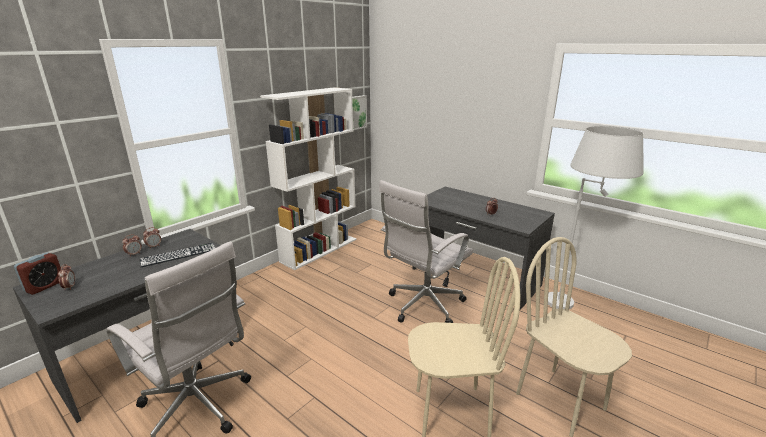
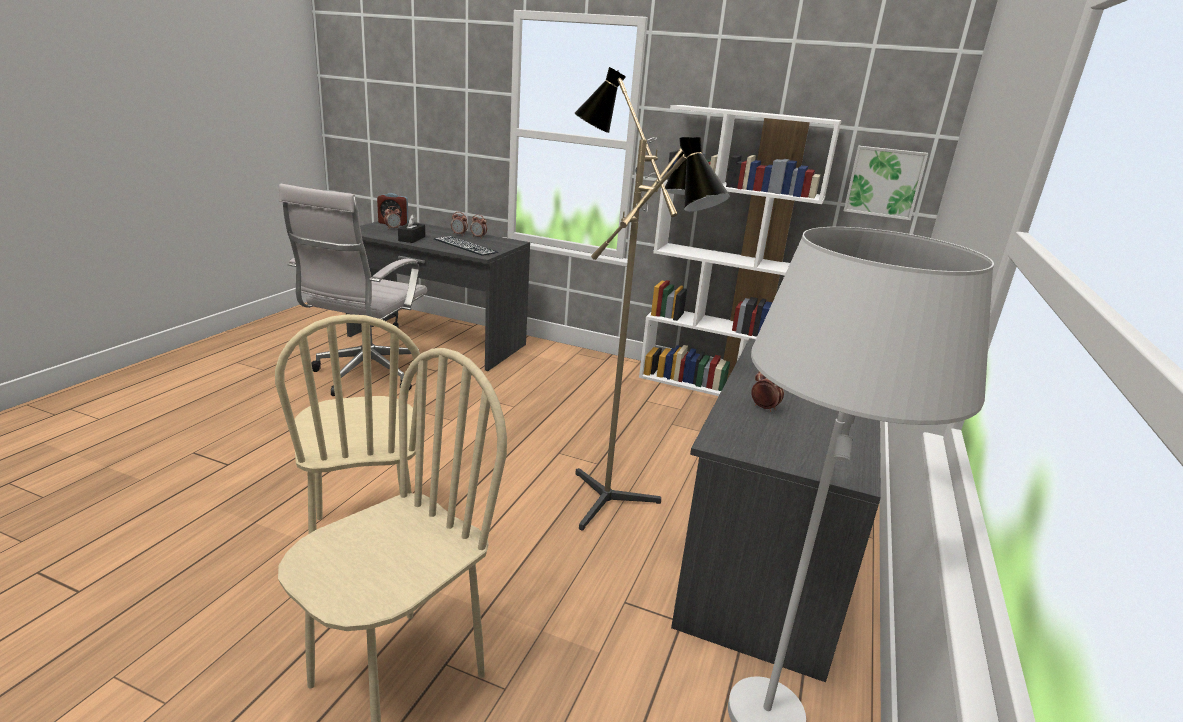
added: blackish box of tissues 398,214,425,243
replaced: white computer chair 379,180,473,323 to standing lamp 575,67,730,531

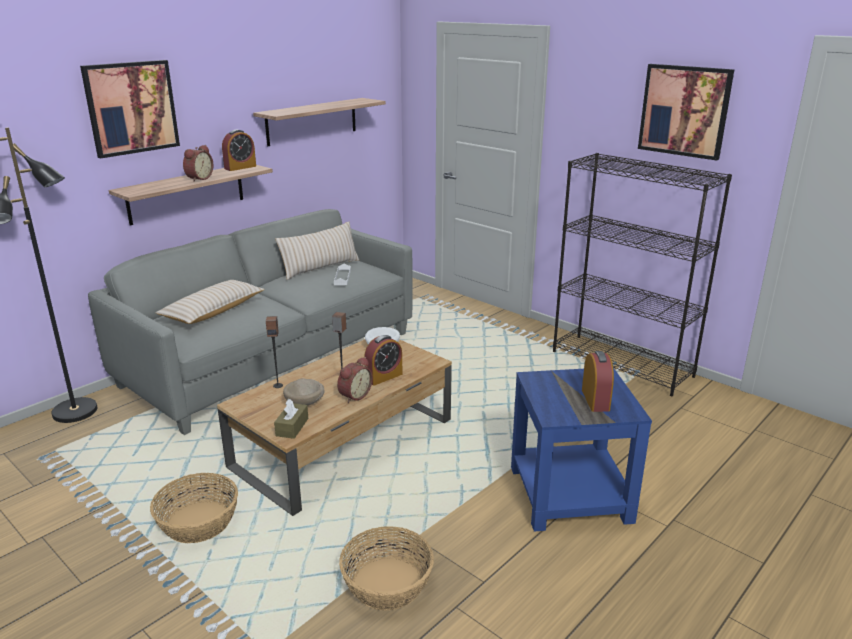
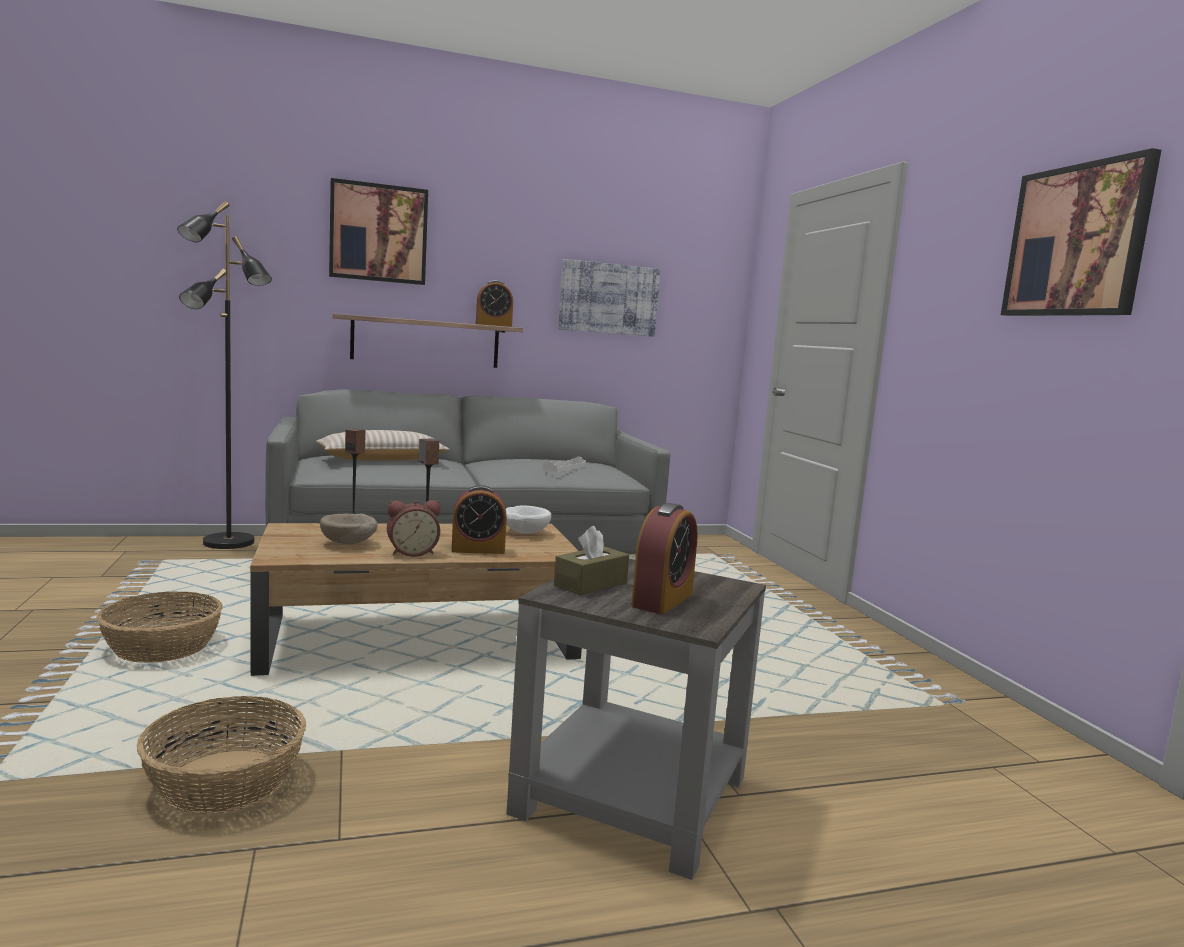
removed: alarm clock 183,145,213,182; sand-coloured cushion 275,222,359,280; blackish shelving unit 553,153,732,396
moved: brownish box of tissues 274,399,308,439 to 554,526,629,595
replaced: wall shelf 253,98,386,146 to wall art 558,259,660,337
recoloured: bluish end table 511,368,652,532 to gray end table 507,559,766,880

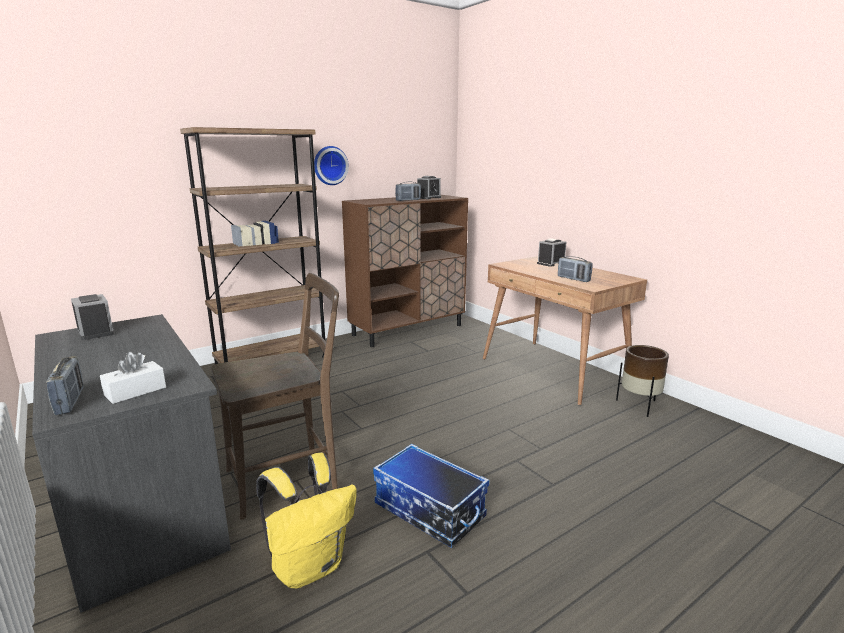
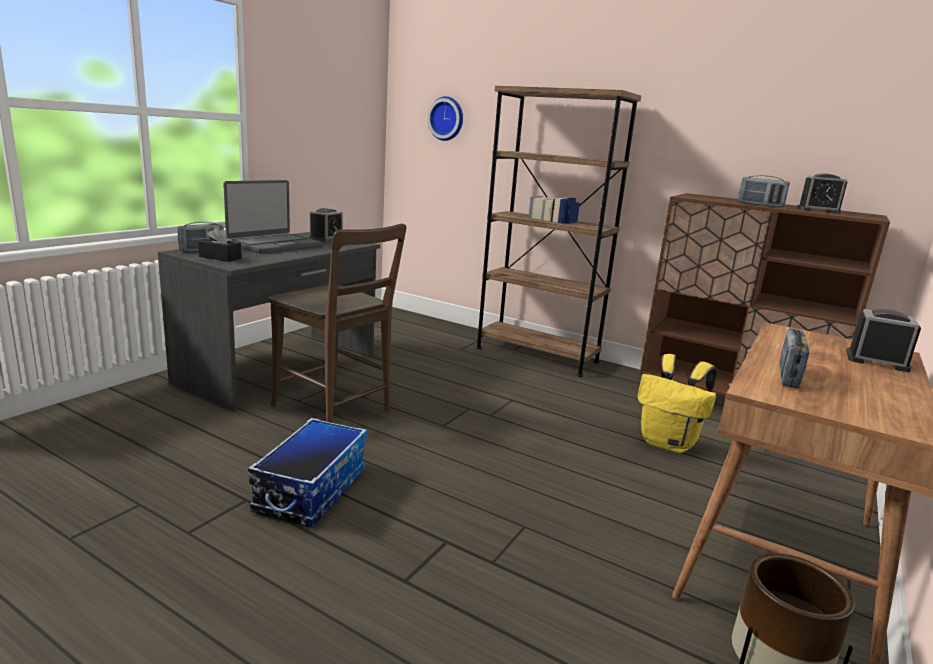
added: notebook computer 223,180,322,253
moved: yellow knapsack 256,453,356,588 to 637,354,717,453; hanging clock 314,146,349,185 to 427,96,463,141
recoloured: white box of tissues 100,352,166,404 to blackish box of tissues 198,227,242,262

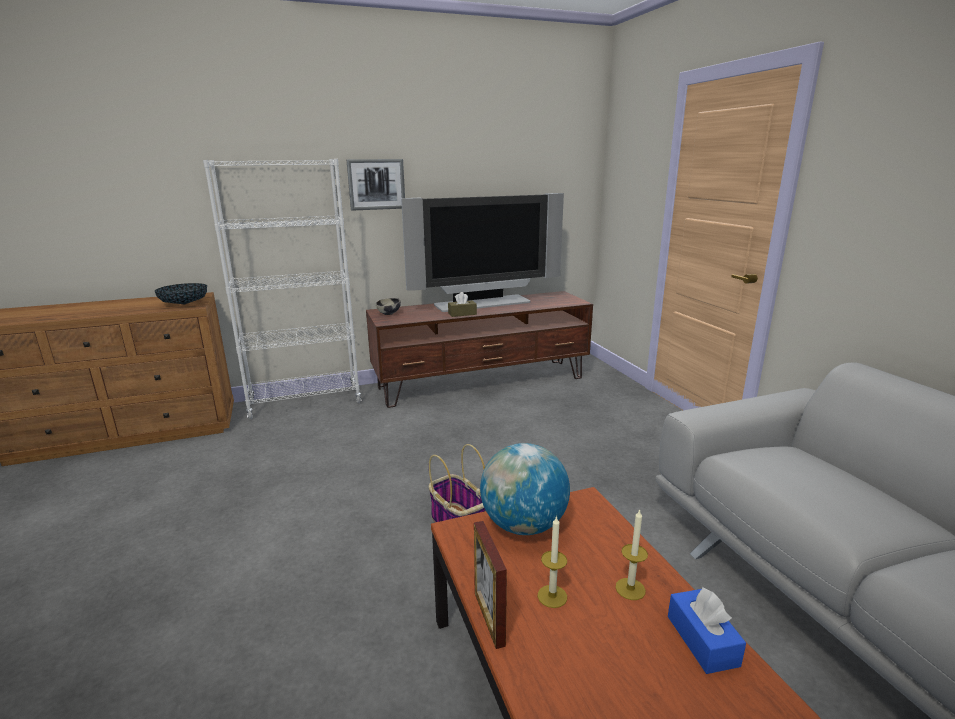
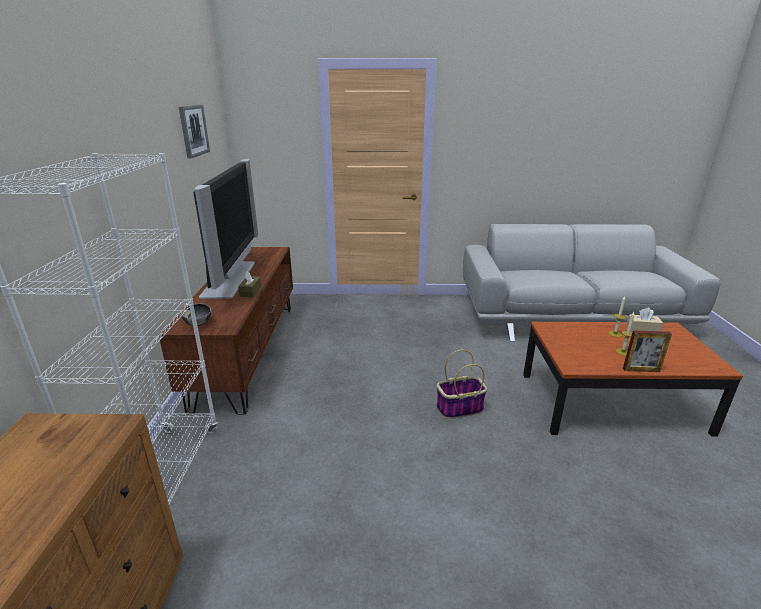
removed: bowl 155,283,207,304; desk globe 480,443,570,535
moved: wall art 346,159,405,211 to 179,105,210,159
recoloured: bluish box of tissues 668,587,746,674 to sand-coloured box of tissues 626,308,663,332

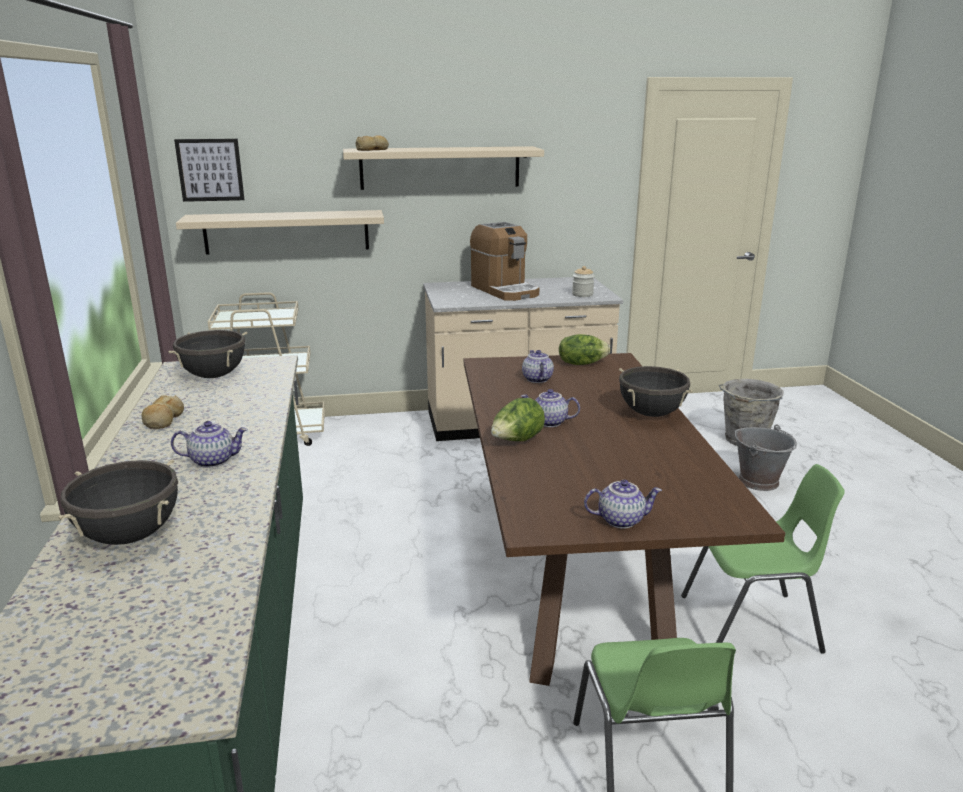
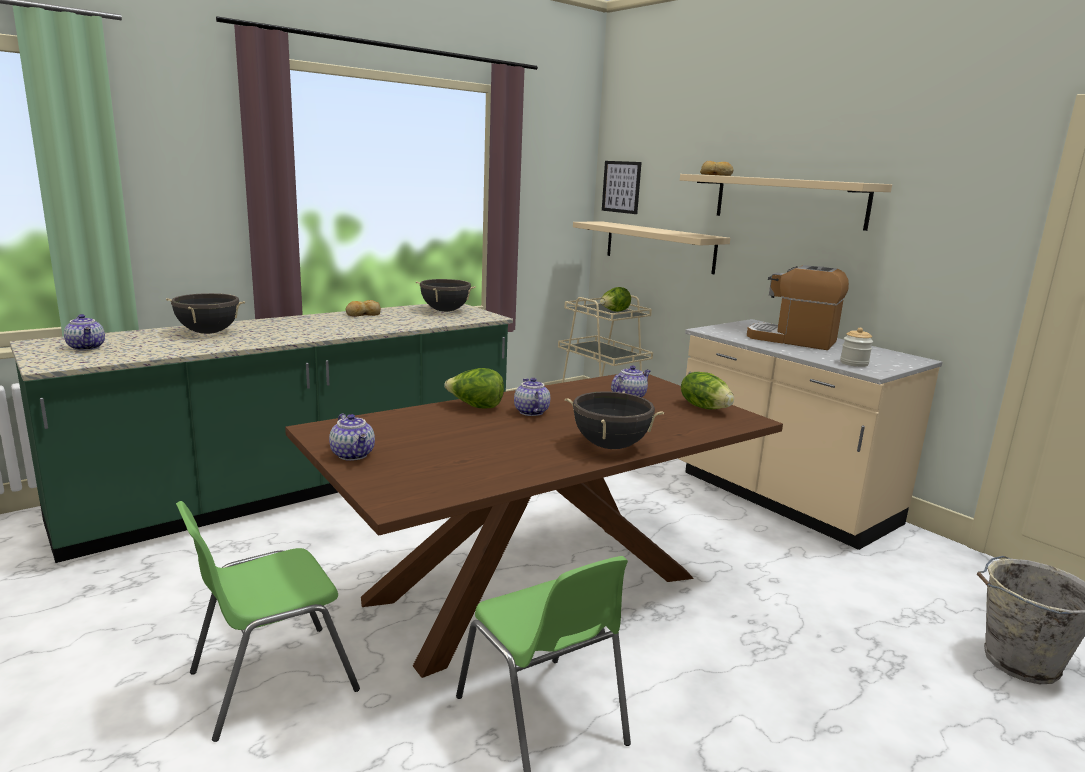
removed: gray bucket 735,425,797,491
added: head of lettuce 600,287,631,312
moved: pot for tea 171,421,248,468 to 64,314,105,351
turned: coffee brewer 470,222,539,301 = 747,265,849,350 90 degrees clockwise

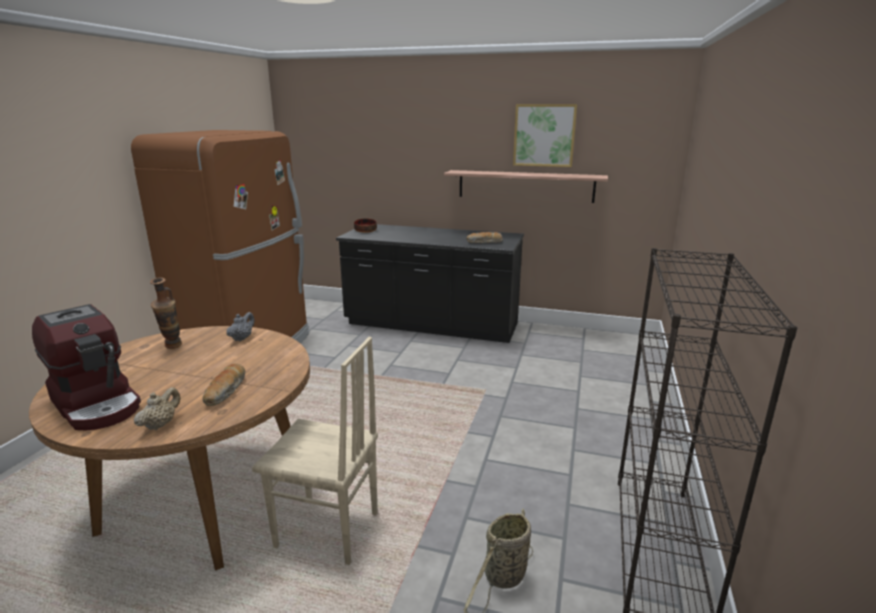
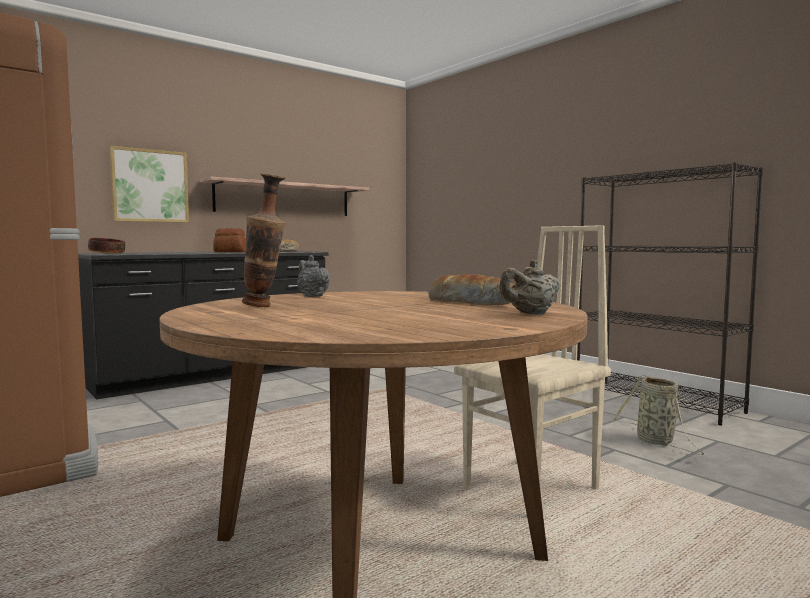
removed: coffee brewer 32,304,141,430
added: baked bread 213,228,246,252
moved: wall art 513,104,577,167 to 110,146,189,223
turned: sand-coloured pot for tea 134,387,180,430 = 499,260,560,315 90 degrees counterclockwise

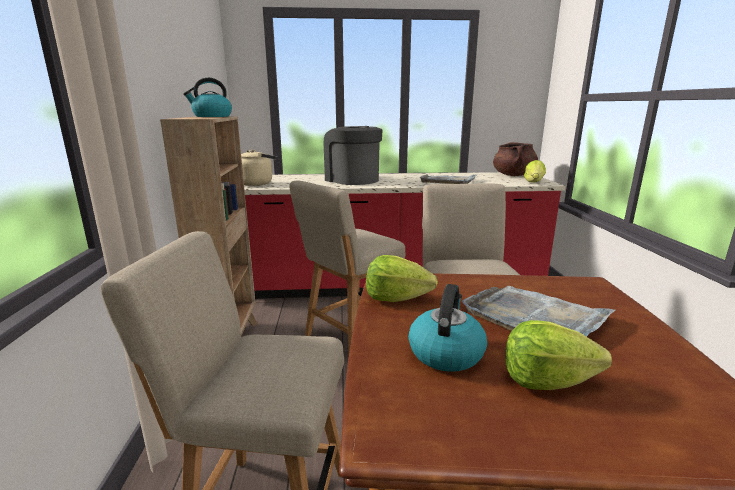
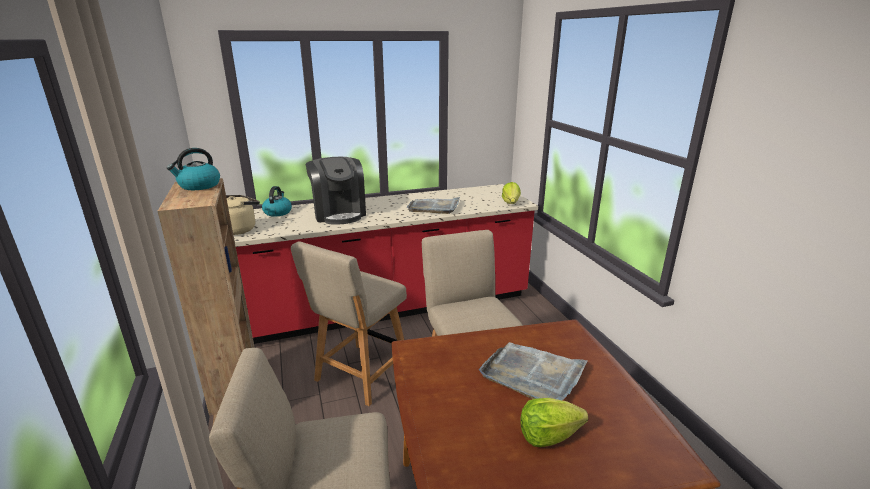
removed: head of lettuce 366,255,438,302; brownish stockpot 493,142,538,176
moved: water kettle 408,284,487,372 to 262,186,292,217
turned: coffee brewer 324,126,383,185 = 305,157,366,225 150 degrees counterclockwise

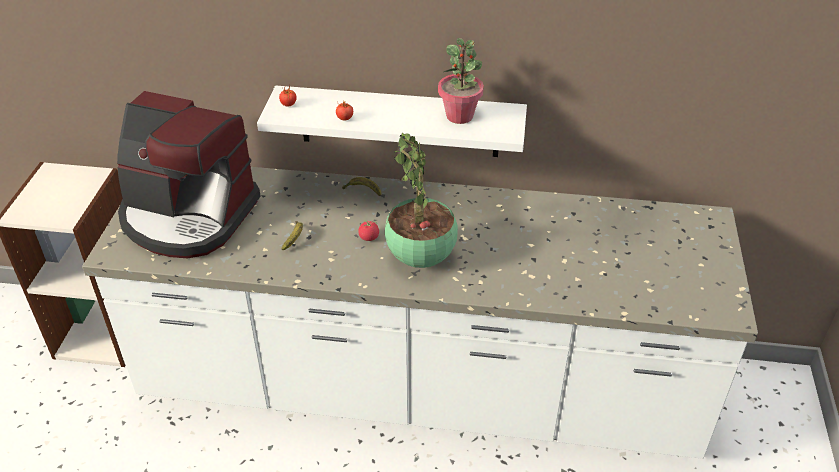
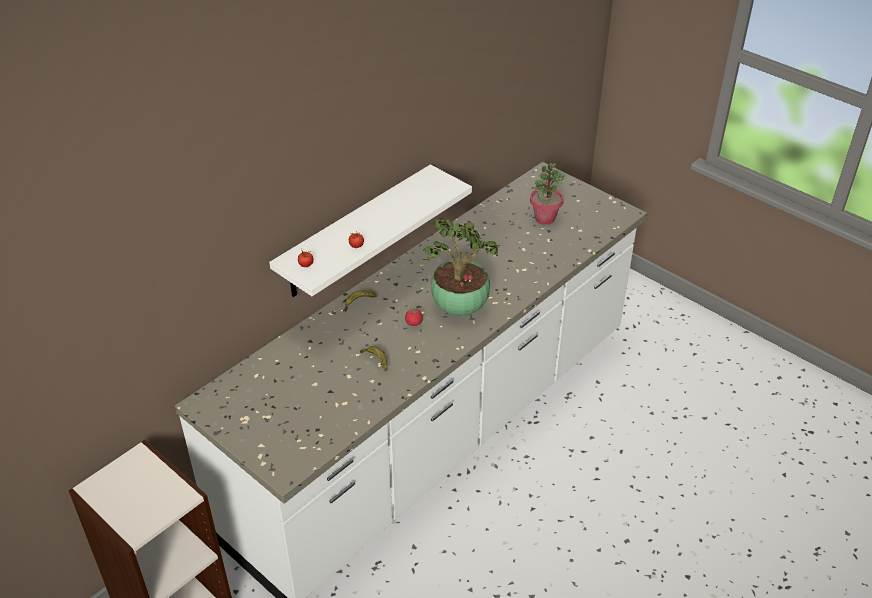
removed: coffee brewer 117,91,261,258
moved: houseplant 438,38,484,124 to 530,163,566,225

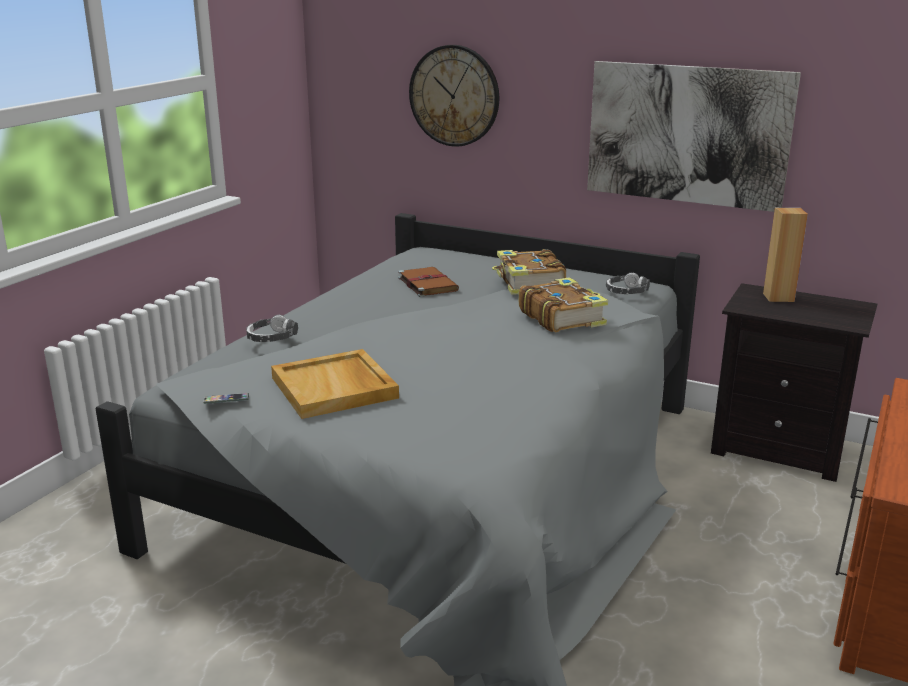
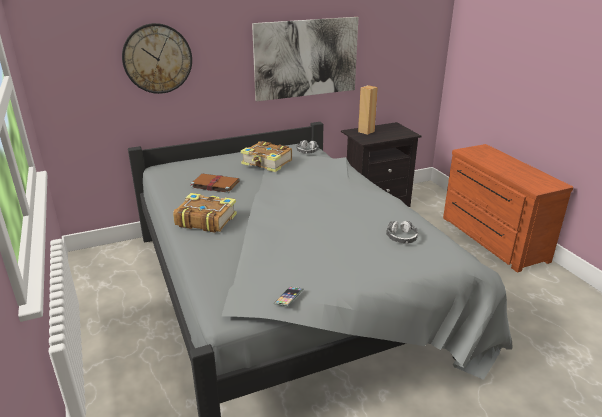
removed: sand-coloured tray 271,349,399,419
moved: headset 246,315,298,342 to 386,221,418,244; volume 519,277,608,332 to 173,193,237,233

